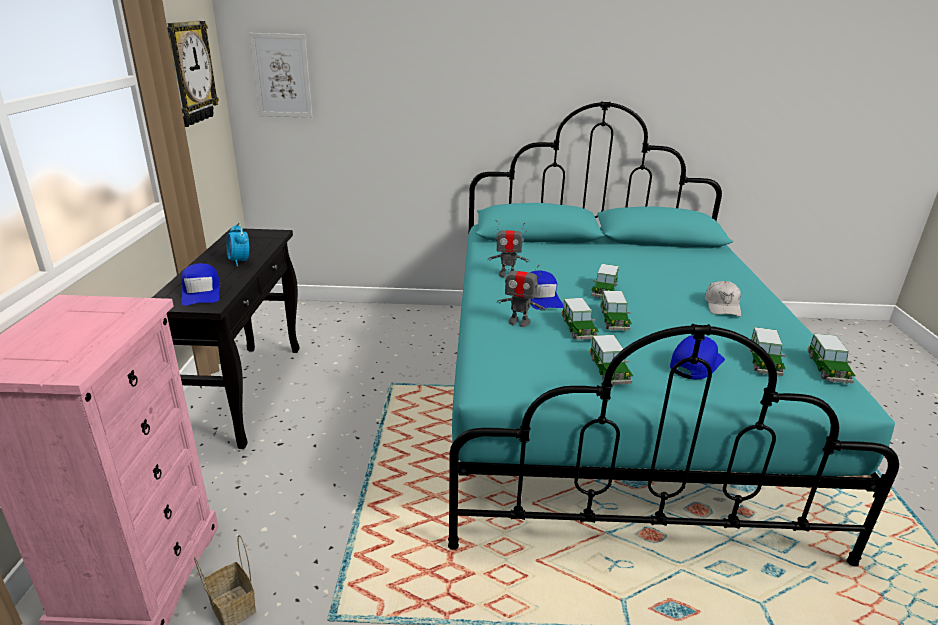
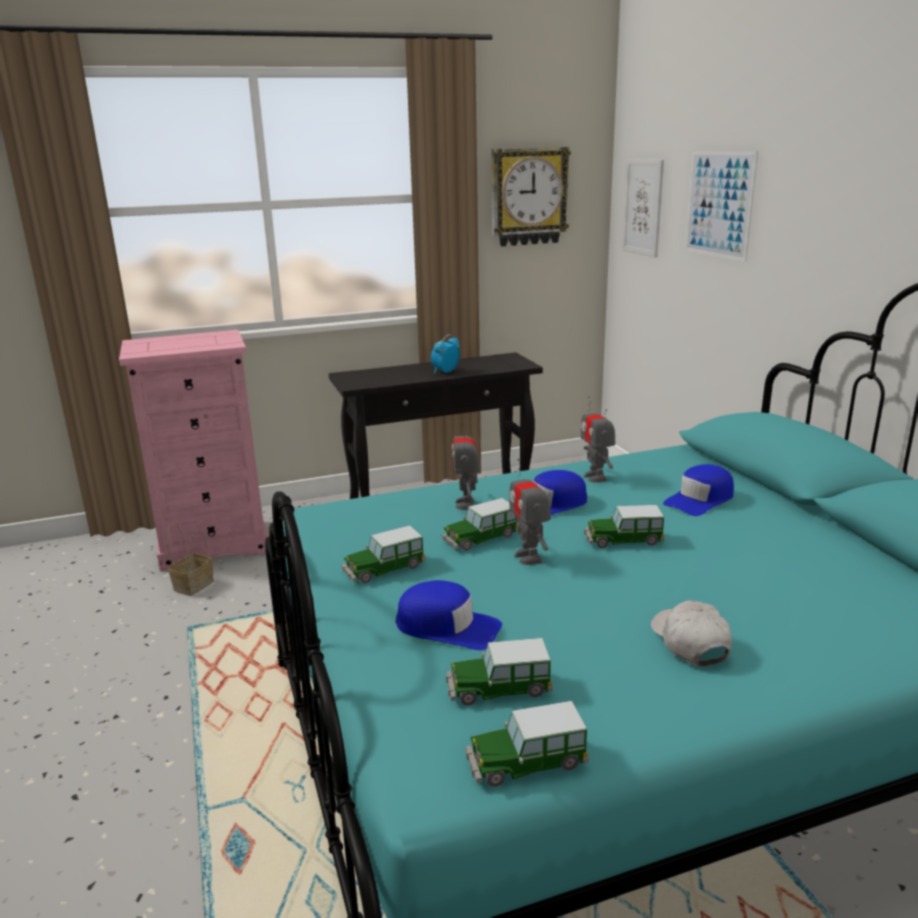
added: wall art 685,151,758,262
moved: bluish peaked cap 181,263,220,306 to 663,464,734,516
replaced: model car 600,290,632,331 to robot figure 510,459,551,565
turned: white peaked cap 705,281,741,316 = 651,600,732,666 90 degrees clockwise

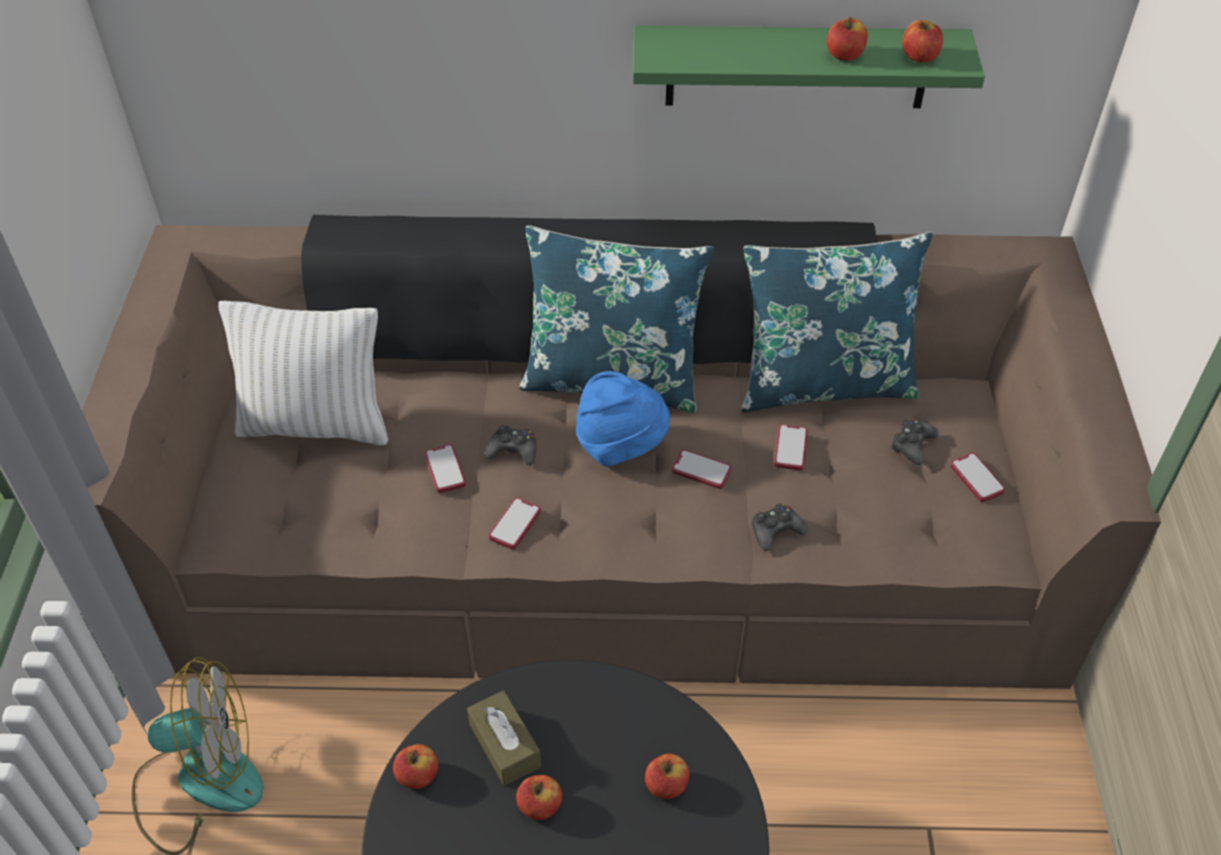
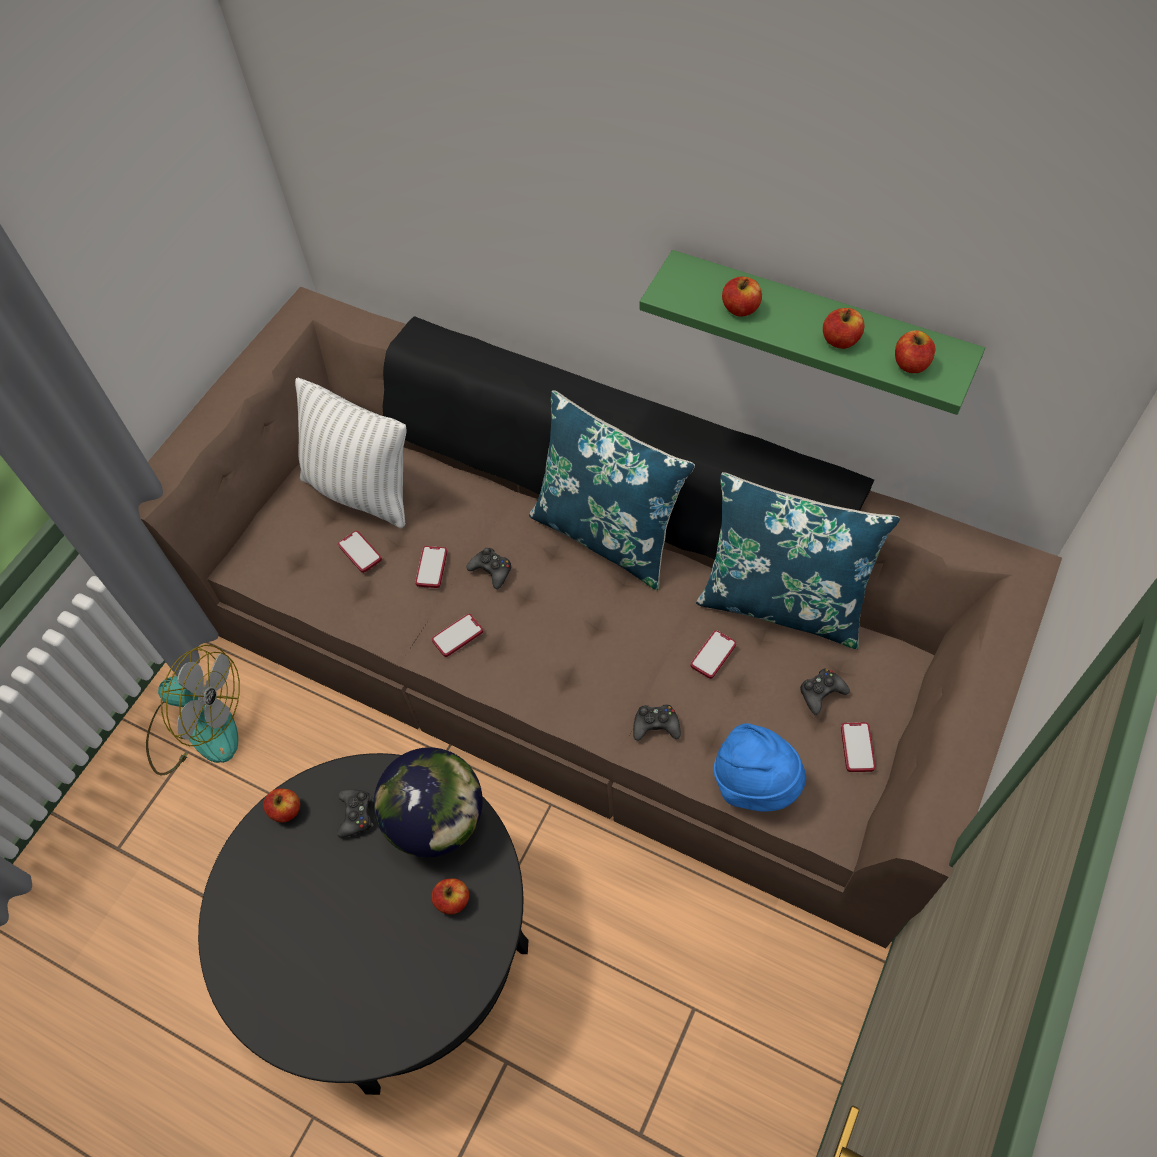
added: desk globe 374,747,483,857
moved: whole apple 516,775,562,820 to 722,277,762,317; bluish hat 576,371,670,467 to 714,723,806,812; telephone 672,450,731,489 to 338,531,382,573
replaced: brownish box of tissues 467,690,541,786 to blackish joypad 337,790,374,838

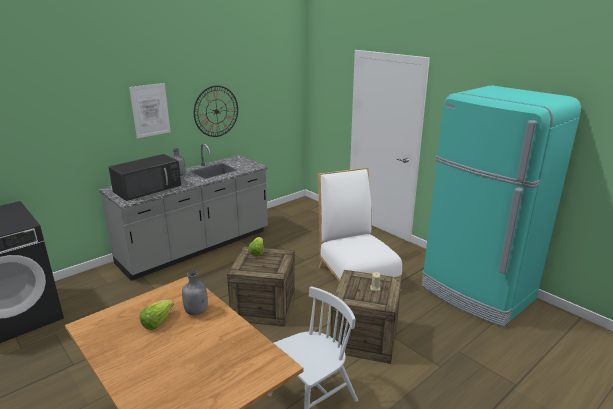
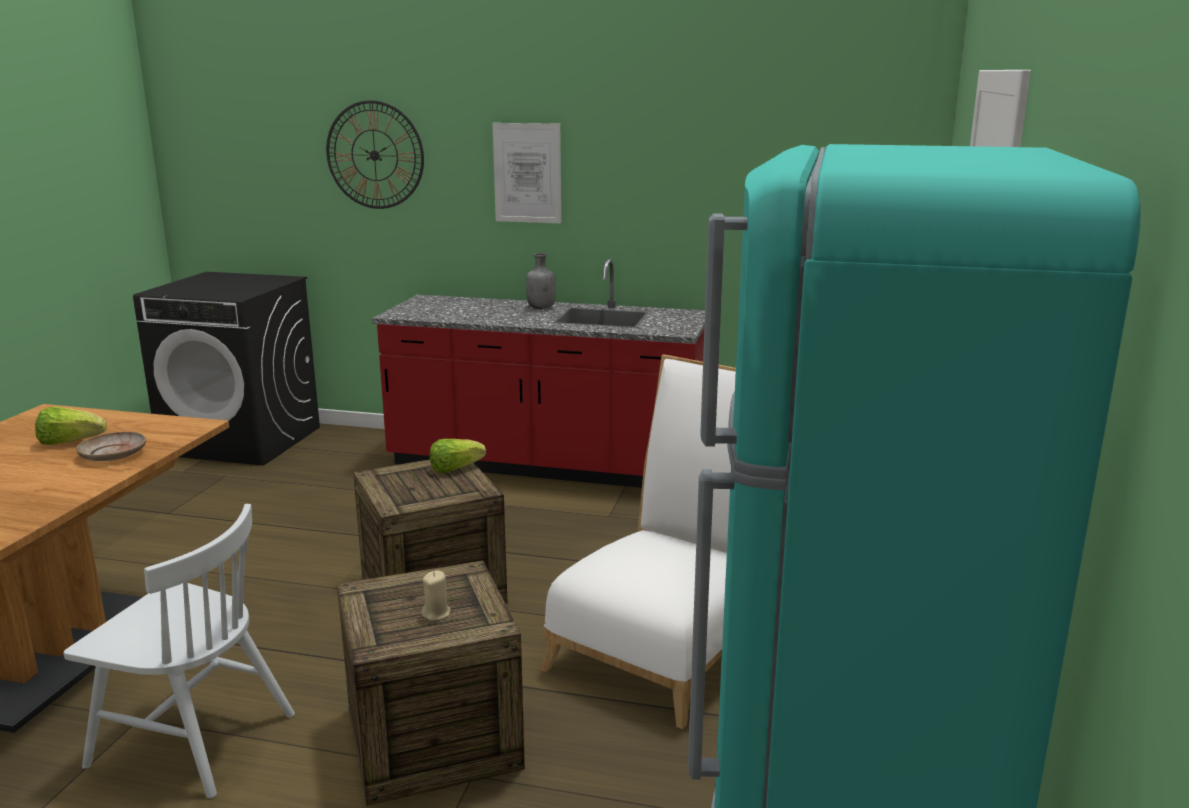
removed: blackish kitchen microwave 108,154,181,201
moved: hanging clock 194,86,238,137 to 326,100,424,209
replaced: gray drink bottle 182,271,208,315 to sand-coloured dinner plate 76,432,146,461
recoloured: gray kitchen base unit 99,143,268,281 to red kitchen base unit 372,259,705,488

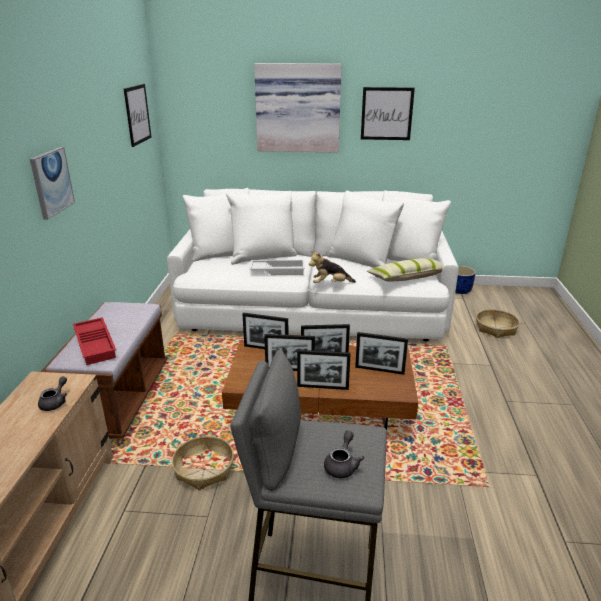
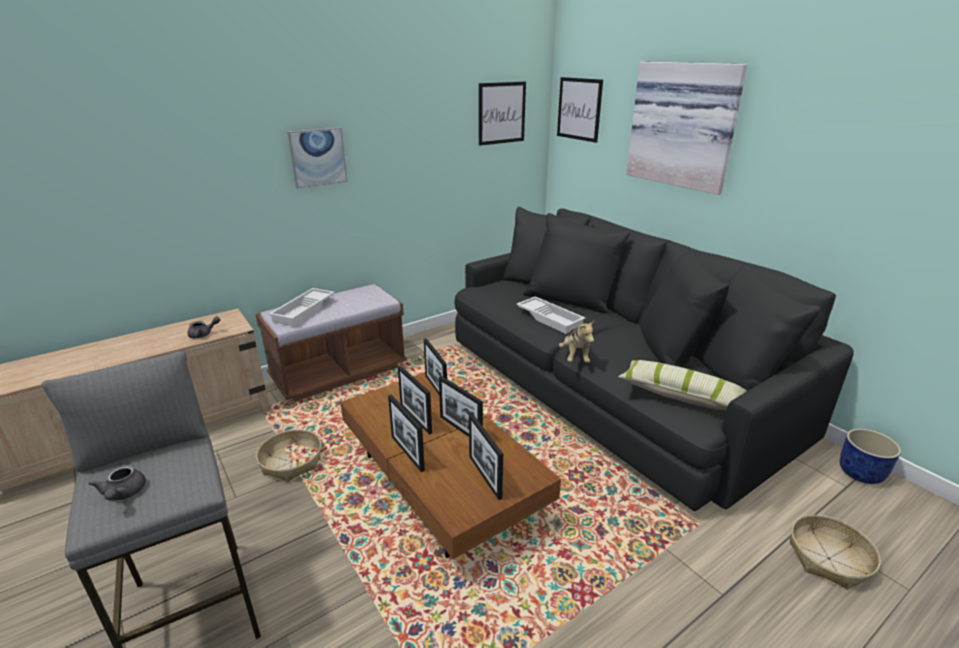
moved: wall art 361,87,415,140 to 557,77,603,143
recoloured: red tray 73,317,116,365 to white tray 269,288,335,326; white couch 167,188,459,341 to blackish couch 455,207,854,511
turned: soft toy 309,251,356,283 = 559,320,594,363 135 degrees counterclockwise; gray pot for tea 324,431,364,478 = 89,465,146,500 90 degrees clockwise

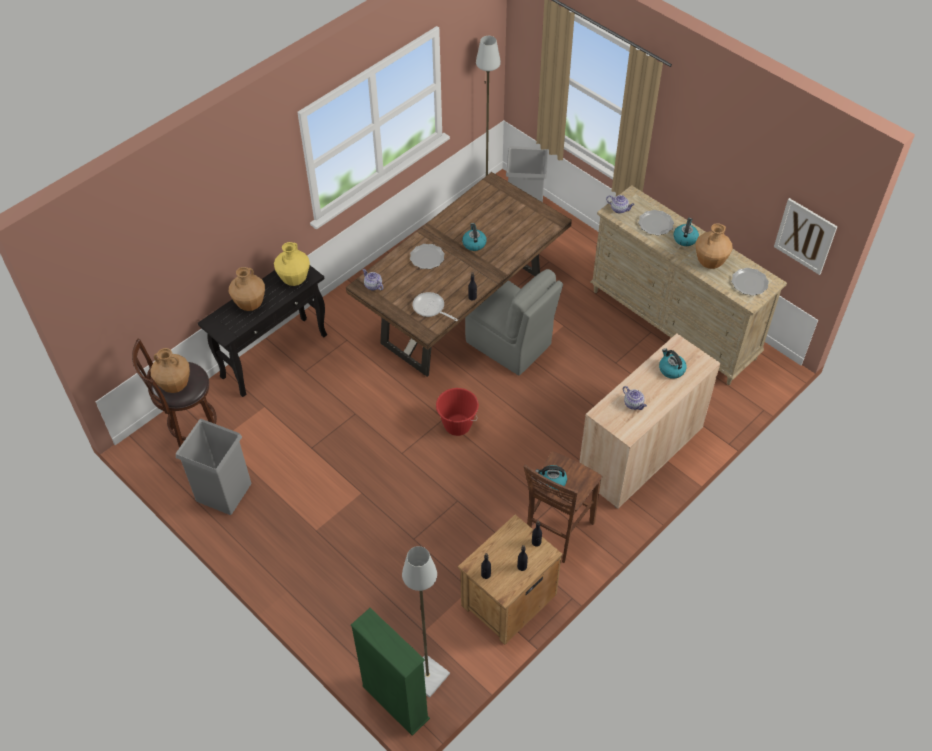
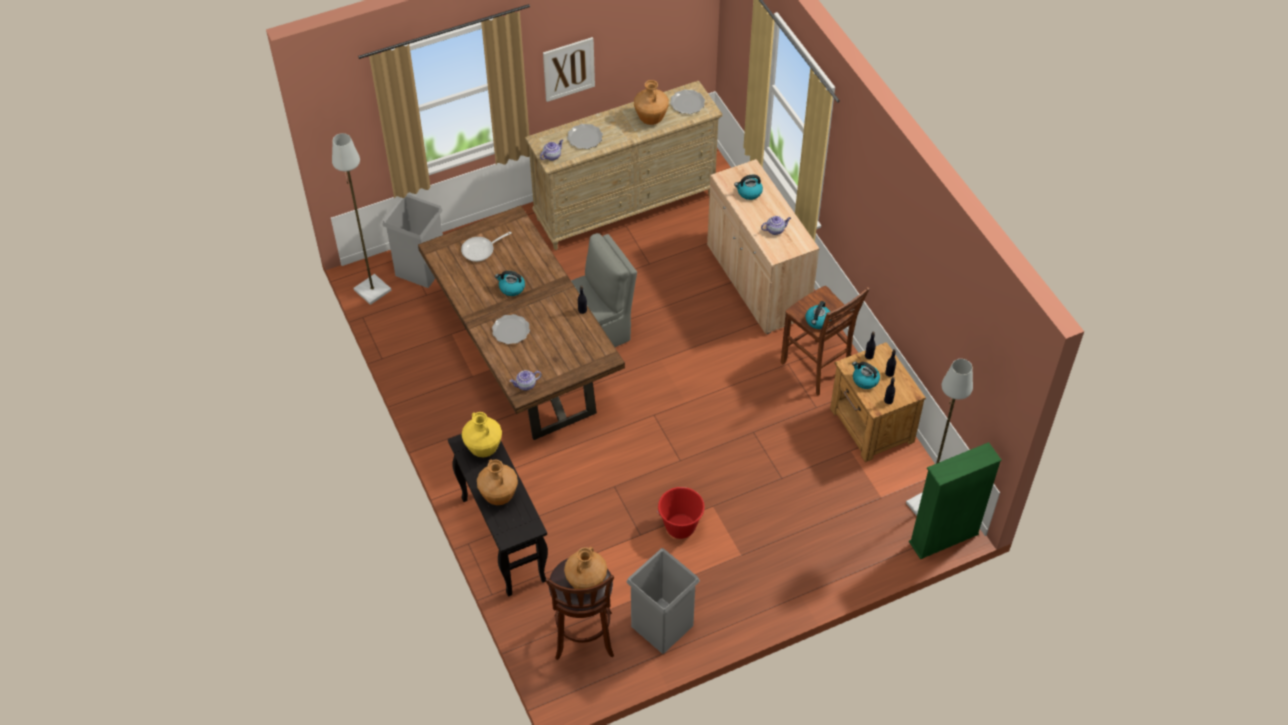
moved: pan 413,292,458,321 to 461,232,512,262; red bucket 436,388,479,436 to 657,487,705,539; water kettle 673,218,699,246 to 852,361,880,389; wall art 774,198,838,275 to 543,37,595,102

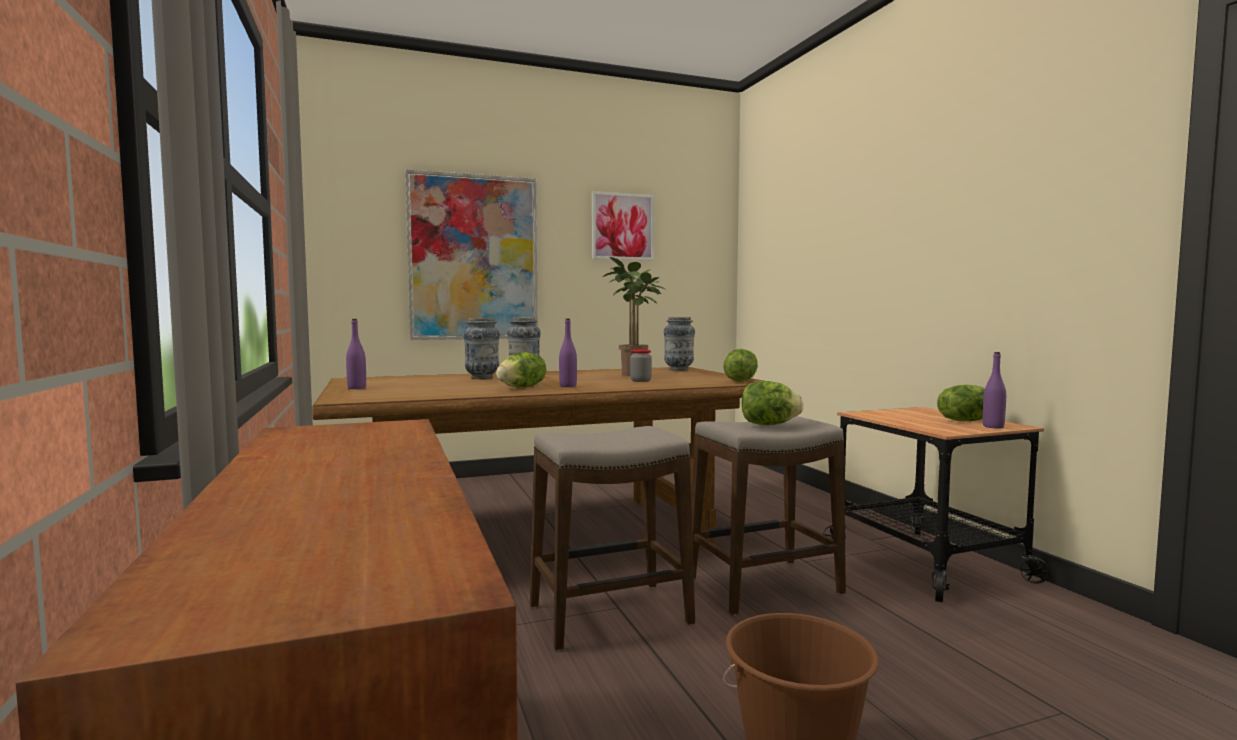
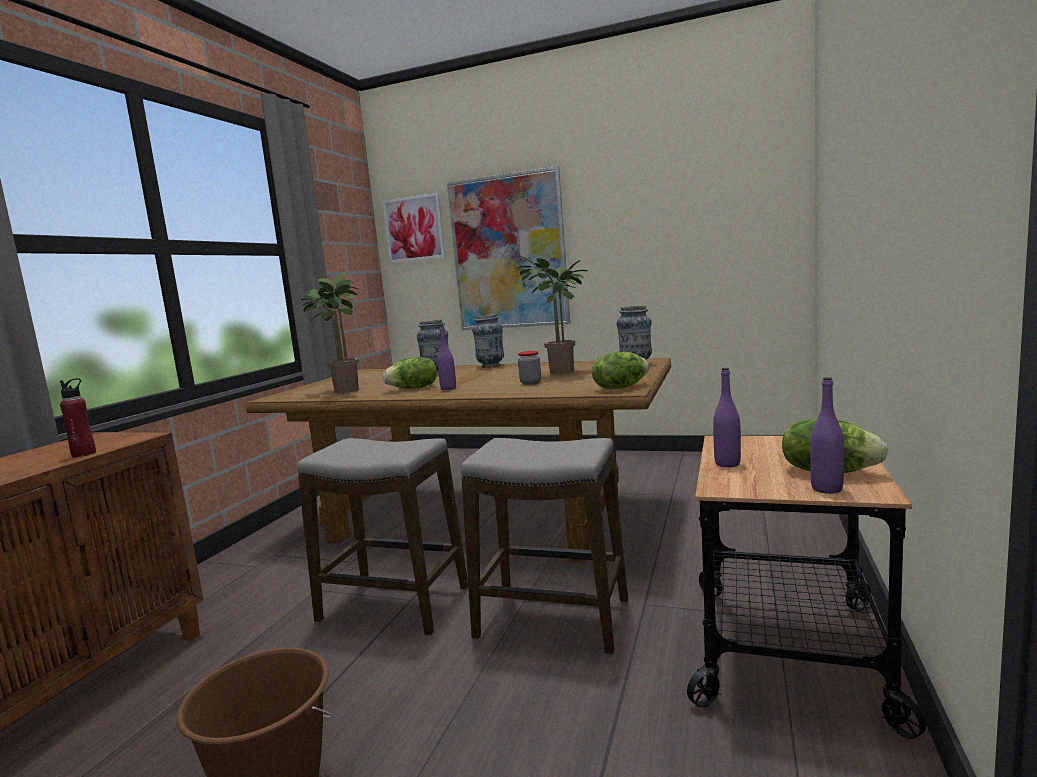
removed: head of lettuce 741,381,804,425
added: red drink bottle 60,378,96,457; houseplant 299,272,359,393
moved: purple-coloured drink bottle 346,319,366,389 to 713,368,741,467; wall art 591,191,654,261 to 382,193,446,263

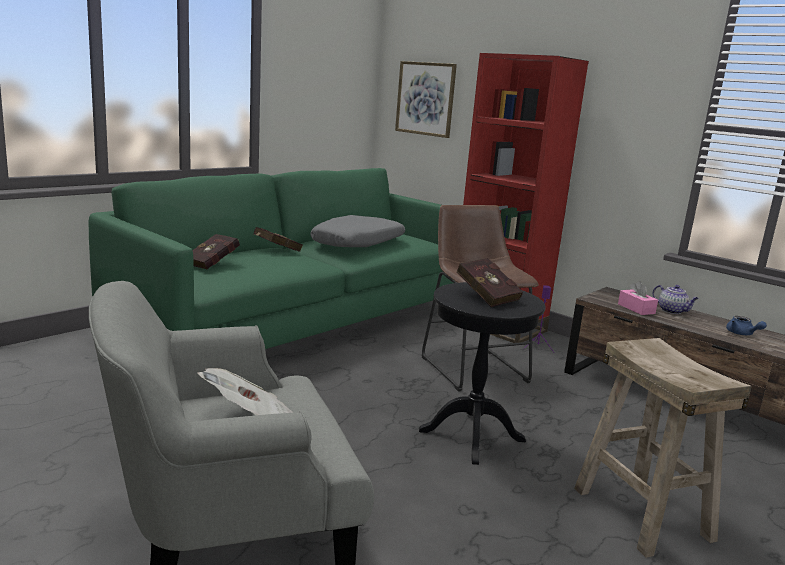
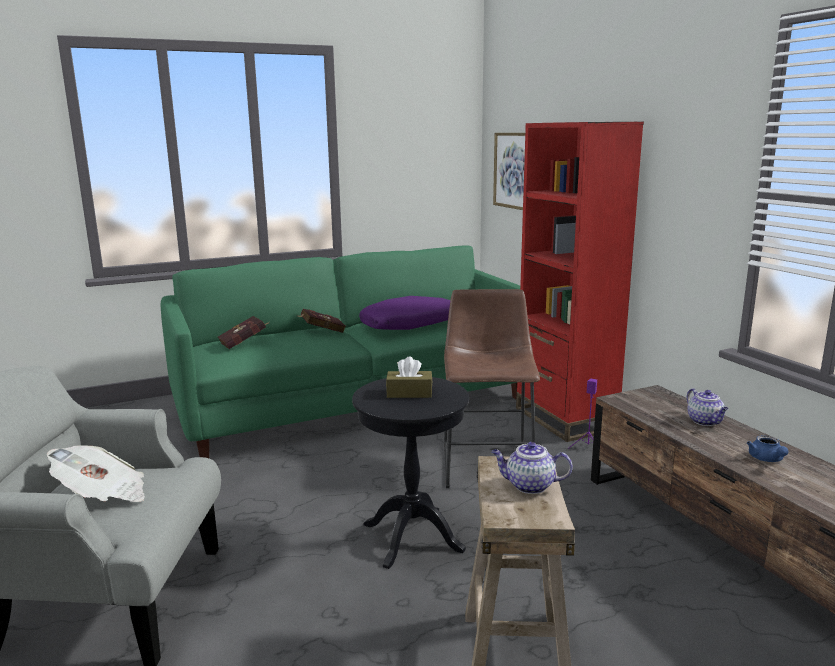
removed: pink box of tissues 618,281,658,315
added: pot for tea 491,442,573,494
replaced: red volume 456,258,523,307 to brownish box of tissues 386,356,432,398
recoloured: gray cushion 310,215,405,247 to purple-coloured cushion 359,296,450,330

